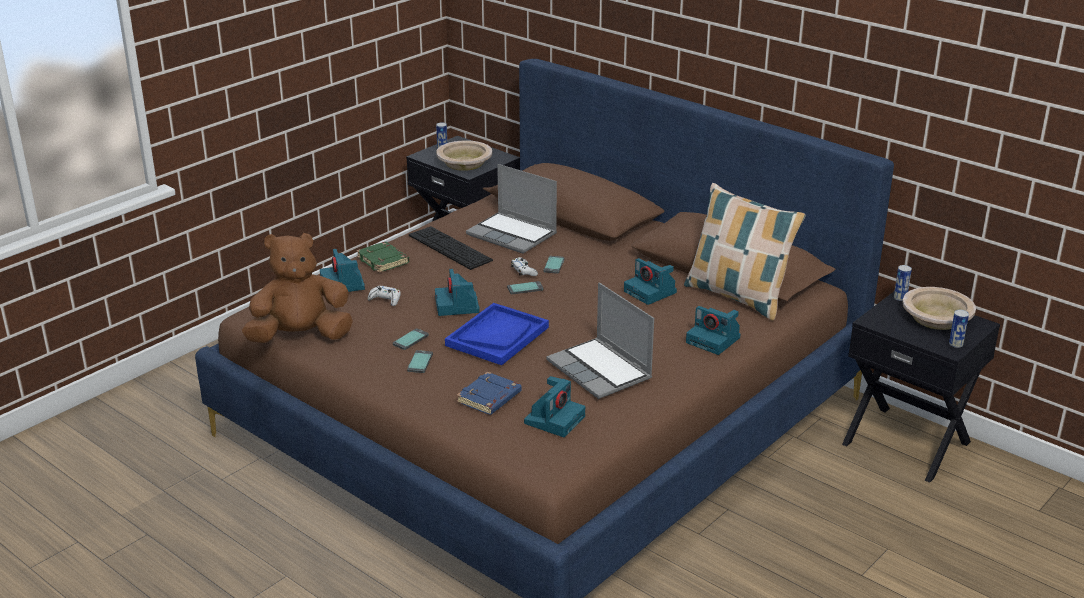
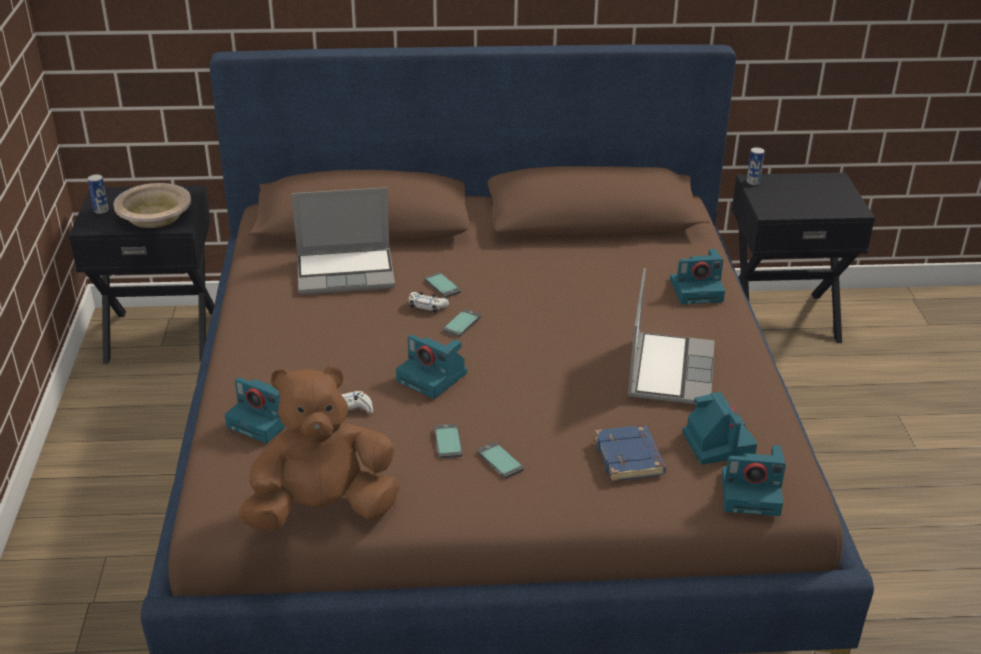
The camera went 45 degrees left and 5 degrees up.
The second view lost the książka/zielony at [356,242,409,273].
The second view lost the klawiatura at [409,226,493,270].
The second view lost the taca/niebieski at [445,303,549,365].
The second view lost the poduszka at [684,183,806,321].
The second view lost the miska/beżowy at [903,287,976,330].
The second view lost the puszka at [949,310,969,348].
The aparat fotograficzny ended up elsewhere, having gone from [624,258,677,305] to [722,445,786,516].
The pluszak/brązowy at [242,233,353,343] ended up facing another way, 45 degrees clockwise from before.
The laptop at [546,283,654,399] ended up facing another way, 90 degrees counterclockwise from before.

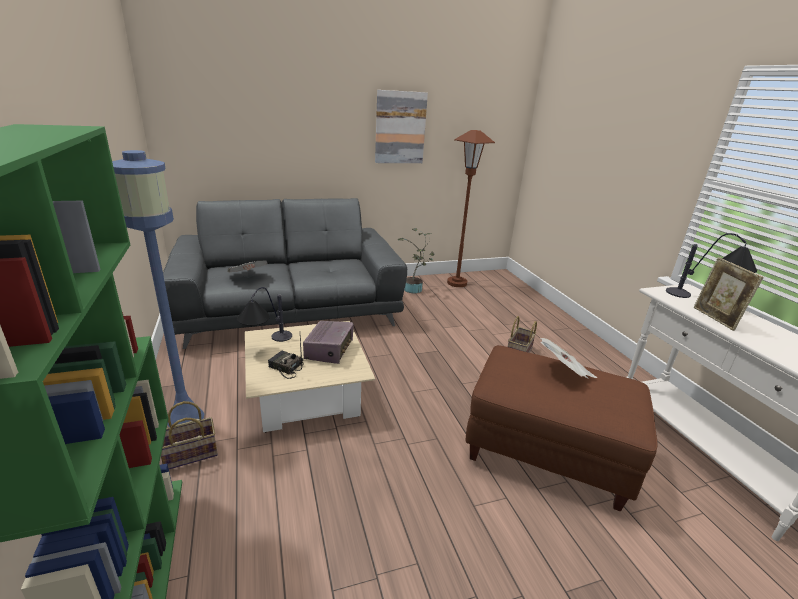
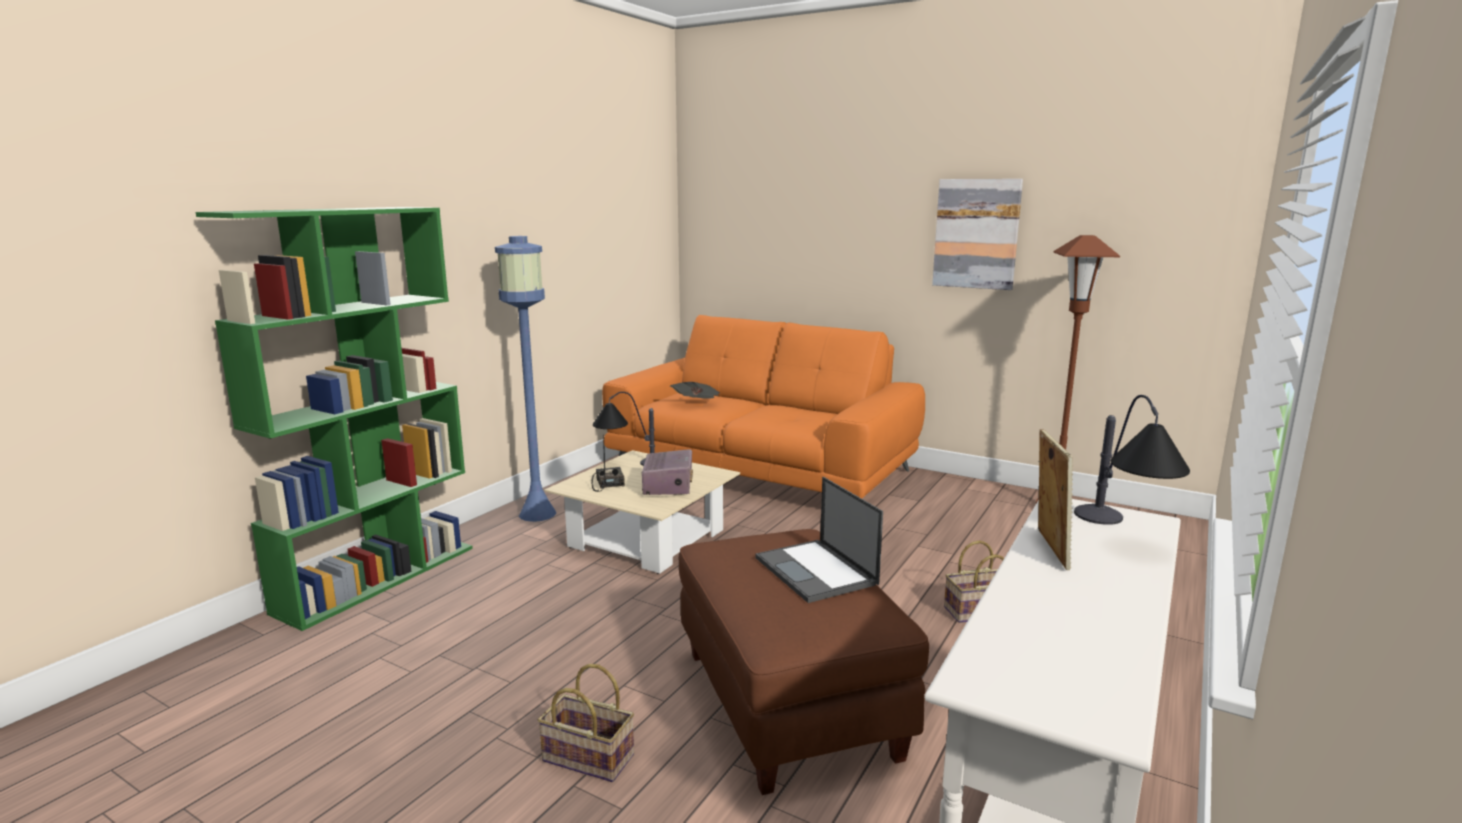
The camera went 50 degrees right and 10 degrees down.
The second view lost the roślina doniczkowa at [398,228,435,293].
The koszyk ended up elsewhere, having gone from [161,401,218,469] to [538,664,634,782].
Where the gazeta stood at [540,338,597,378], the laptop came to stand at [756,477,883,603].
What was the kanapa/szary at [163,198,407,349] turned into the kanapa/pomarańczowy at [602,315,925,498].
The radio at [303,321,354,364] ended up facing another way, 60 degrees counterclockwise from before.
The ramka na zdjęcie at [693,257,764,331] ended up facing another way, 150 degrees clockwise from before.

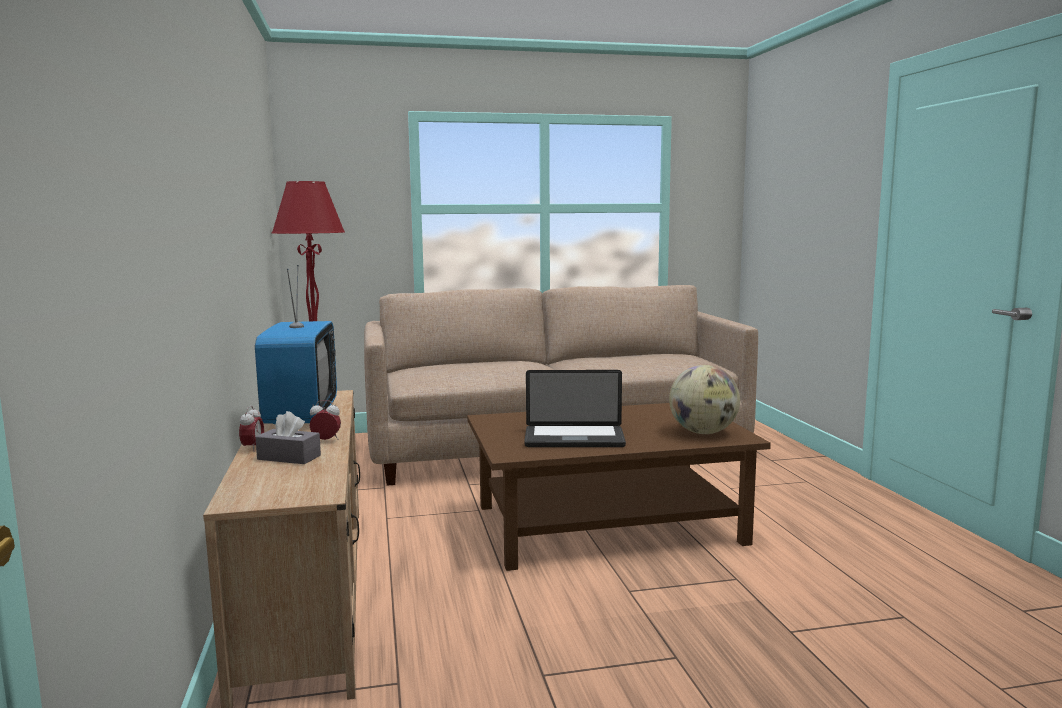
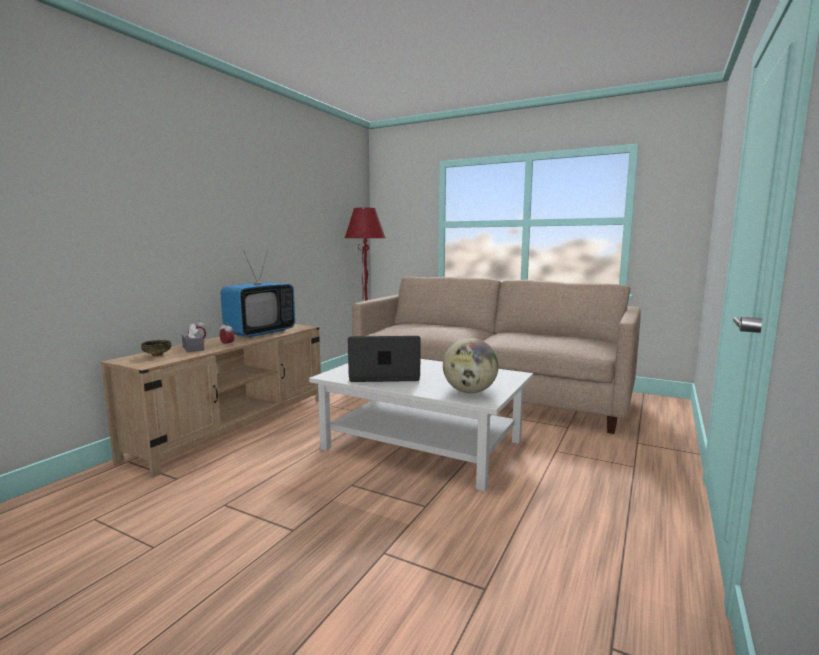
The camera went 40 degrees right and 0 degrees up.
The second view gained the miska at [141,340,171,356].
What was the ława/brązowy at [467,403,771,571] turned into the ława/biały at [309,359,533,491].
The laptop at [524,370,626,447] ended up facing another way, 135 degrees clockwise from before.

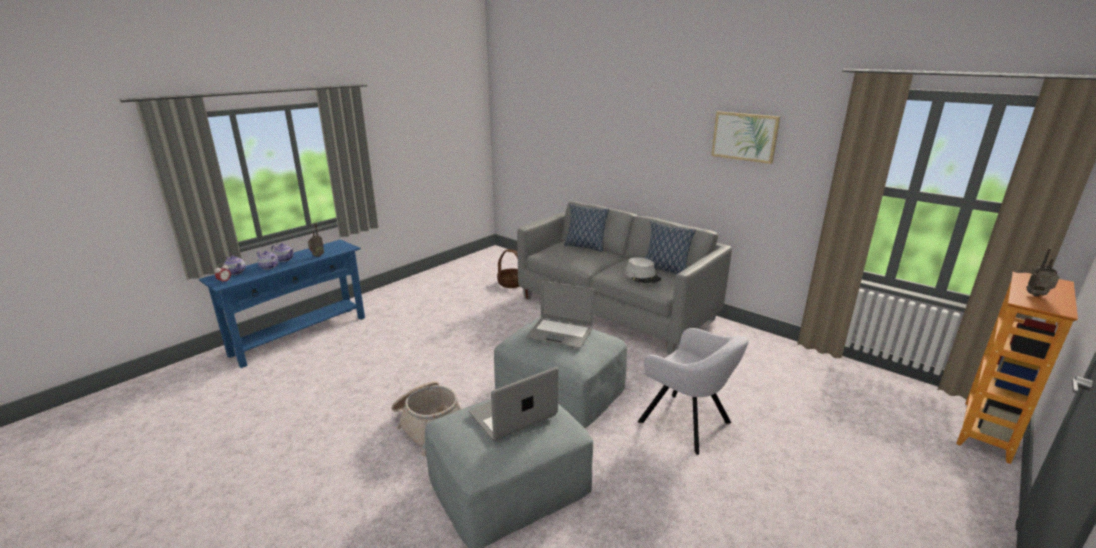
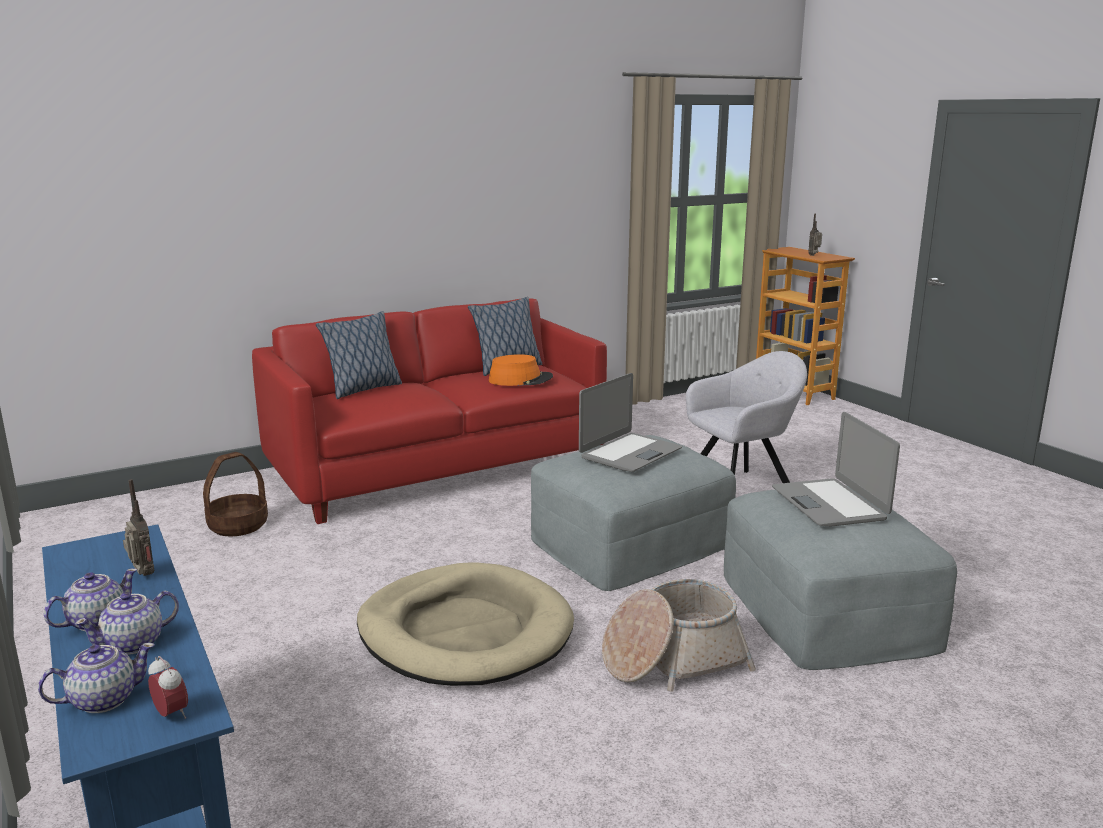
The camera went 70 degrees left and 5 degrees down.
The second view lost the obraz at [711,111,780,164].
The second view gained the legowisko/beżowy at [357,562,574,686].
What was the kanapa/szary at [517,201,732,354] turned into the kanapa/czerwony at [252,298,607,524].
What was the kapelusz/szary at [625,257,661,283] turned into the kapelusz/pomarańczowy at [489,354,553,386].

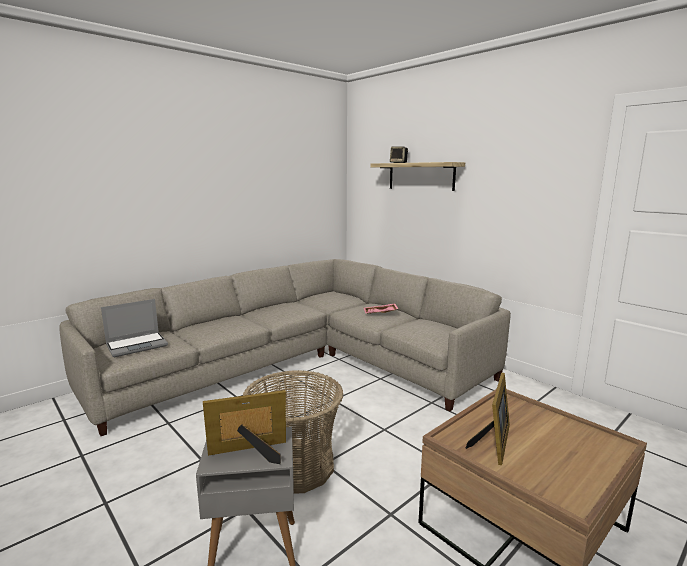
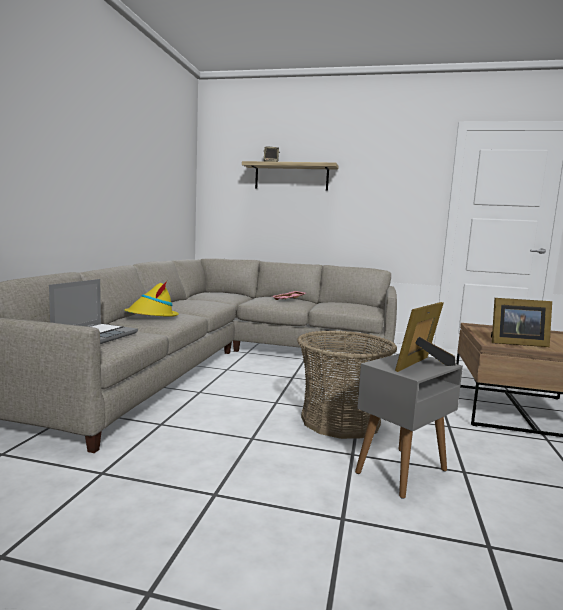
The camera went 35 degrees left and 5 degrees down.
The second view gained the kapelusz/żółty at [124,281,179,317].
The ramka na zdjęcie at [466,373,510,465] ended up facing another way, 105 degrees clockwise from before.

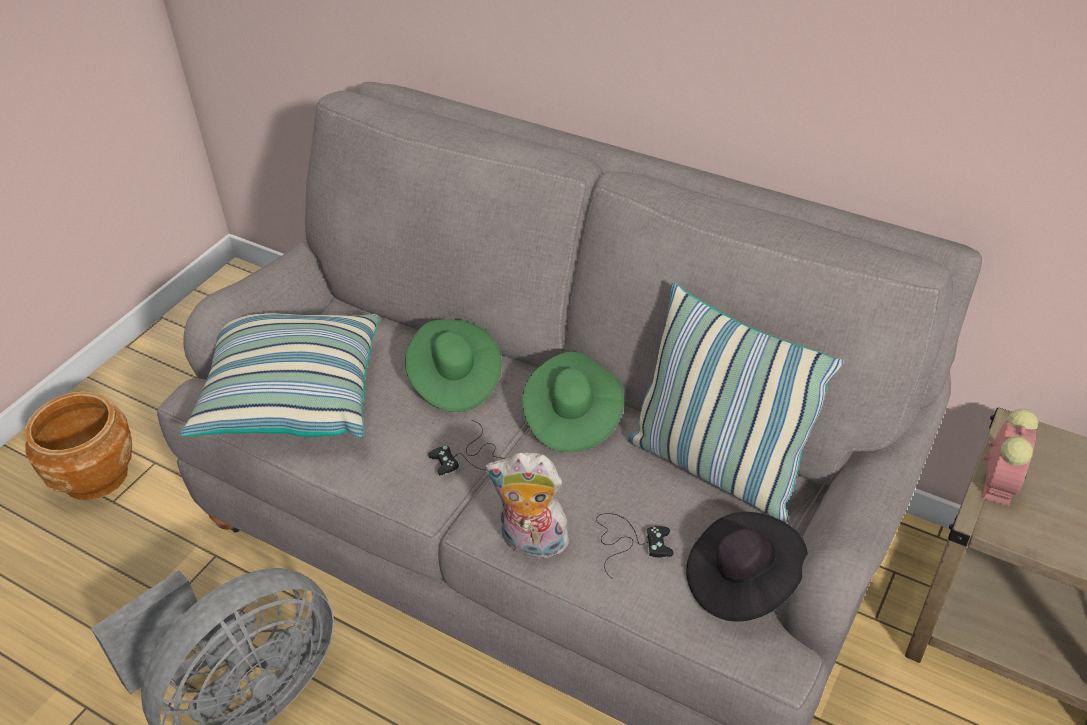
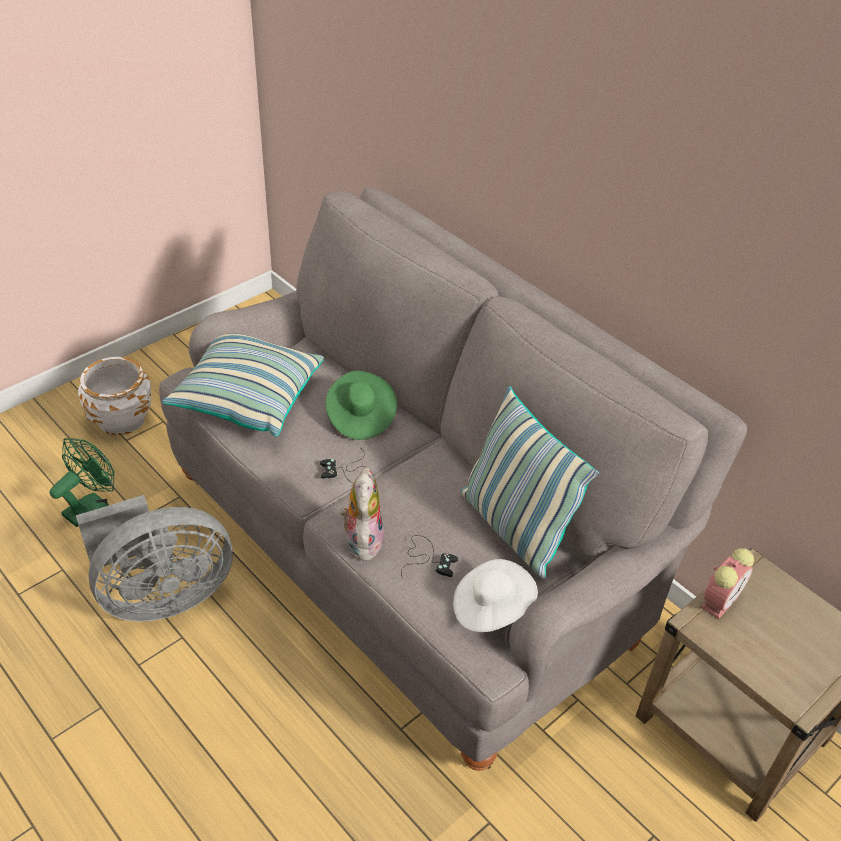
The camera went 15 degrees right and 0 degrees up.
The second view lost the kapelusz/zielony at [522,352,624,452].
The second view gained the wentylator/zielony at [50,438,115,527].
What was the donica/brązowy at [25,391,132,500] turned into the donica/biały at [78,357,151,435].
What was the kapelusz/czarny at [686,512,808,622] turned into the kapelusz/biały at [453,559,538,632].
The pluszak at [485,452,572,563] ended up facing another way, 60 degrees clockwise from before.

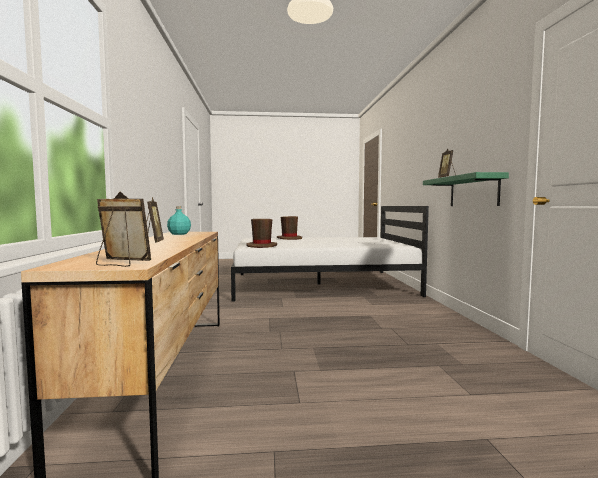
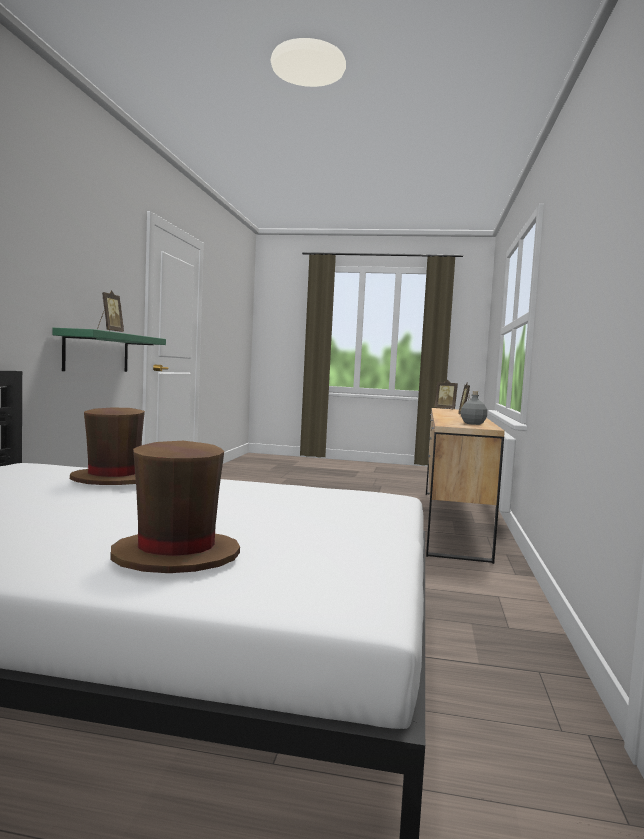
The camera went 165 degrees left and 0 degrees up.
The kapelusz/brązowy ended up elsewhere, having gone from [246,219,277,248] to [70,408,145,485].
What was the butelka/turkusowy at [167,206,191,235] turned into the butelka/szary at [461,391,487,425].

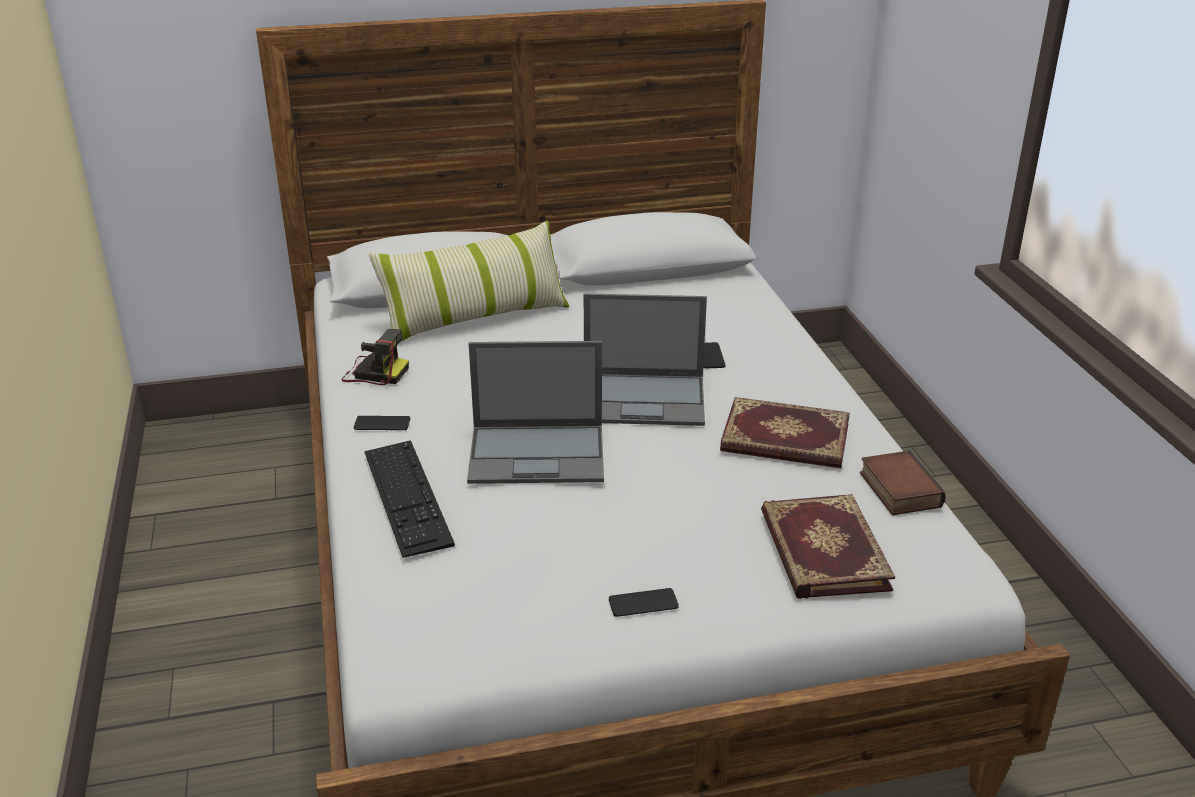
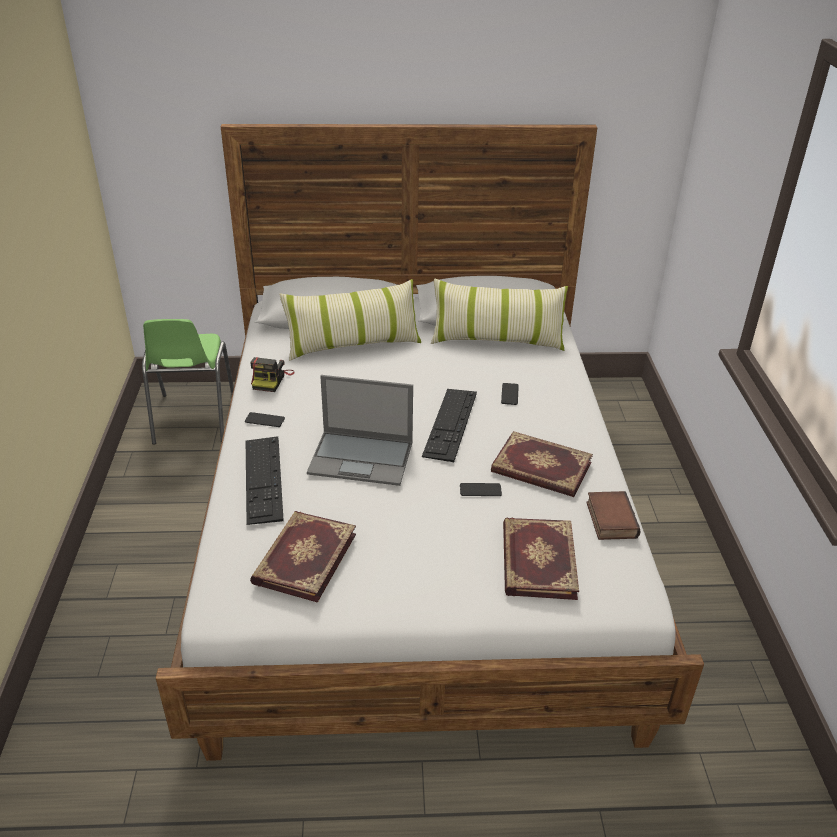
The camera went 10 degrees right and 5 degrees up.
The second view gained the krzesło/zielony at [142,319,234,445].
The second view gained the książka at [250,511,356,603].
The second view gained the poduszka at [431,278,568,351].
The telefon ended up elsewhere, having gone from [609,588,679,617] to [460,483,502,496].
Where the laptop stood at [584,293,707,426], the klawiatura came to stand at [422,389,477,462].
The aparat fotograficzny at [342,329,409,385] ended up facing another way, 75 degrees clockwise from before.

